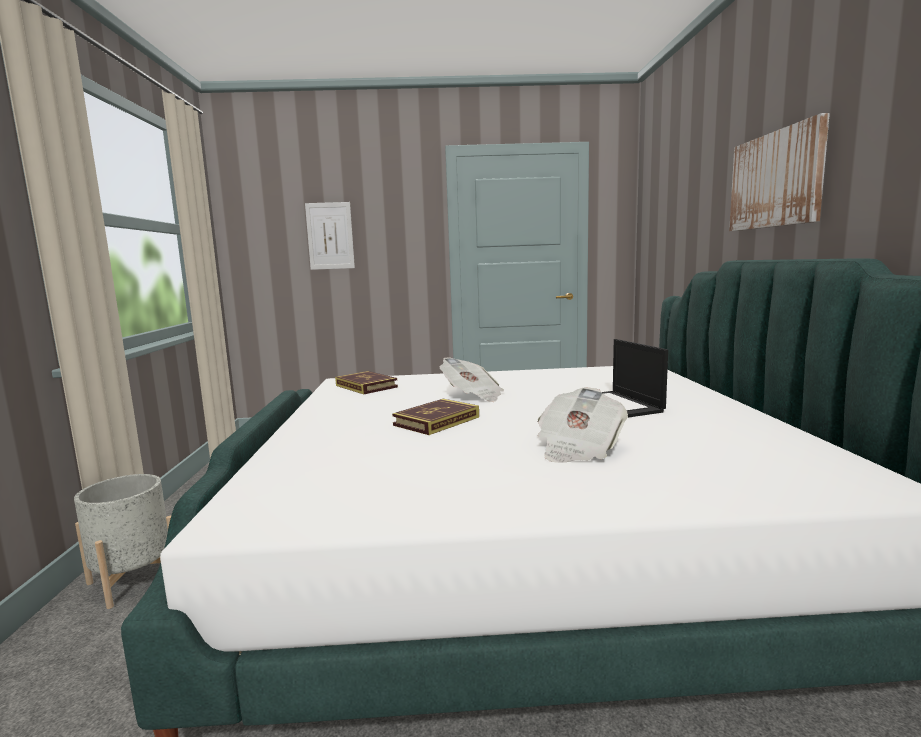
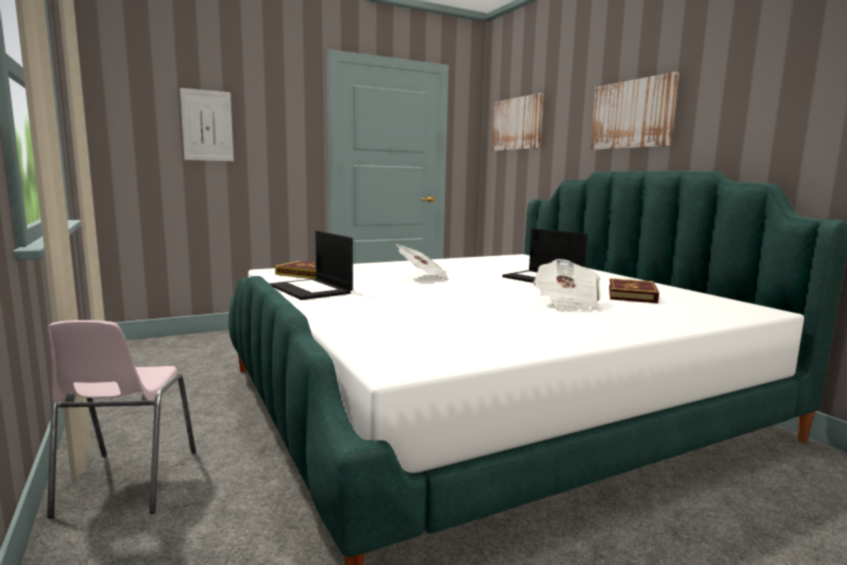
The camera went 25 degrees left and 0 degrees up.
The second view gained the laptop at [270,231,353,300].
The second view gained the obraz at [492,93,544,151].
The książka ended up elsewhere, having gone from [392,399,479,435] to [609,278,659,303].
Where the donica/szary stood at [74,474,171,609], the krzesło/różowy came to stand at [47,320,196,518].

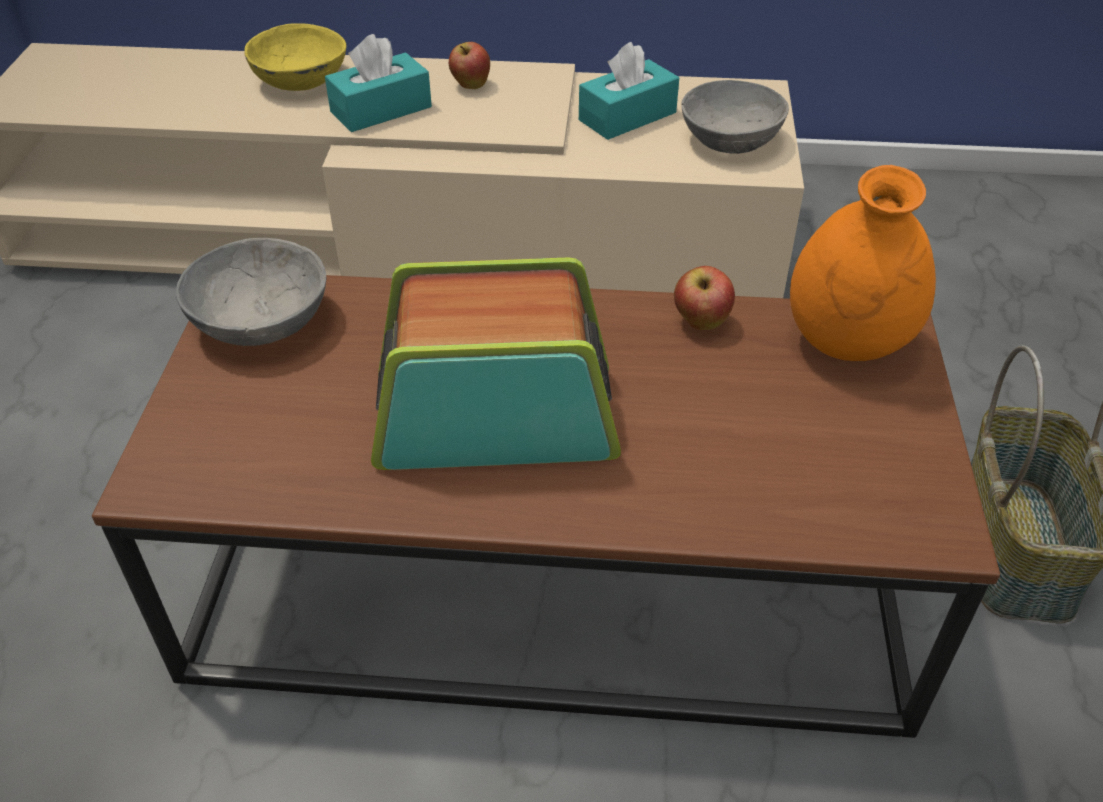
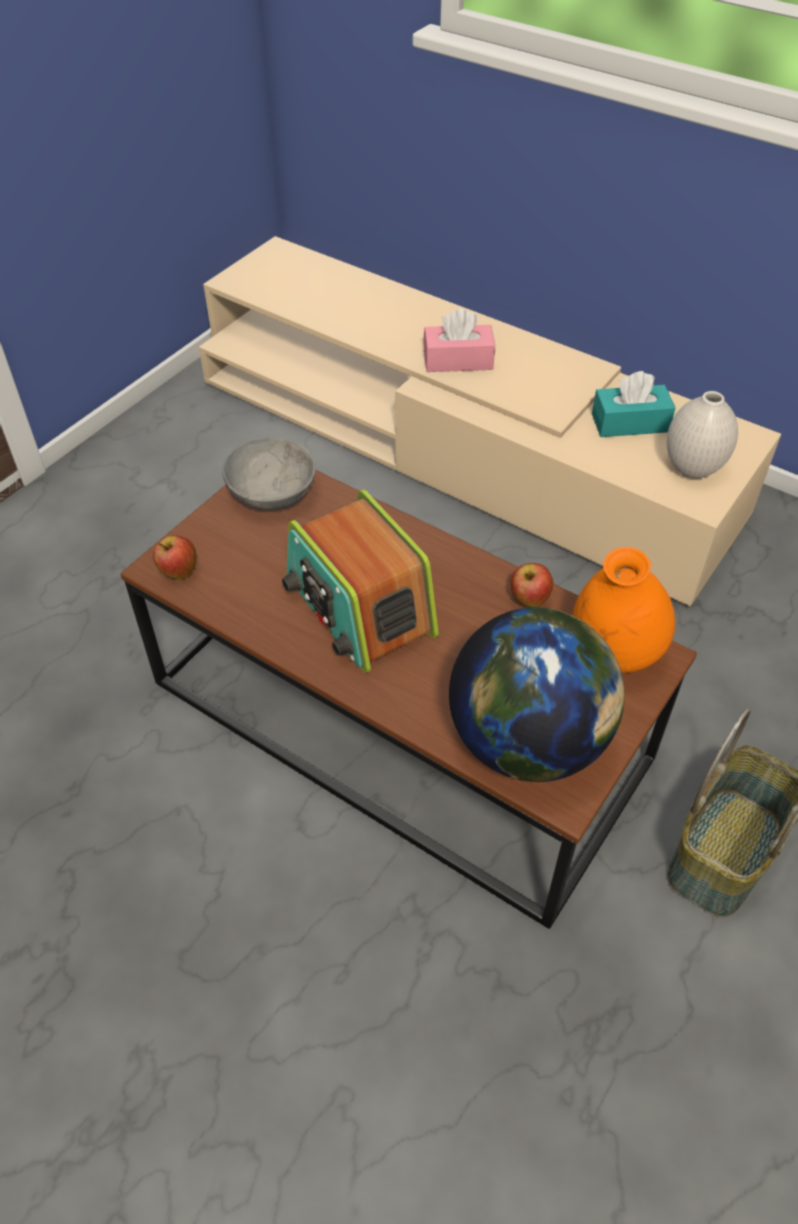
The camera went 30 degrees right and 5 degrees up.
The second view lost the miska/żółty at [244,23,346,91].
The second view gained the globus at [449,607,625,782].
The jabłko ended up elsewhere, having gone from [449,42,490,89] to [153,535,196,579].
Where the miska/szary stood at [681,80,789,154], the wazon/biały came to stand at [667,391,738,479].
What was the pudełko chusteczek/turkusowy at [325,34,432,132] turned into the pudełko chusteczek/różowy at [423,309,495,372].
The radio at [371,257,621,470] ended up facing another way, 150 degrees counterclockwise from before.

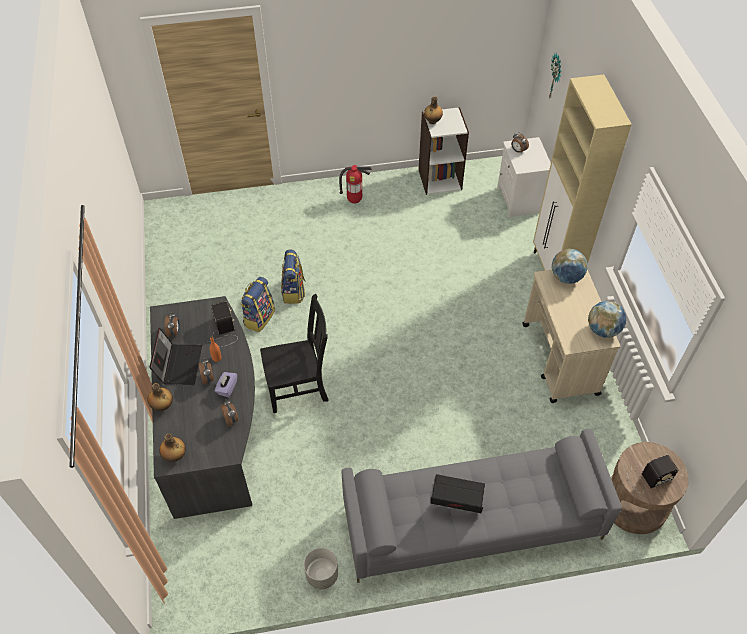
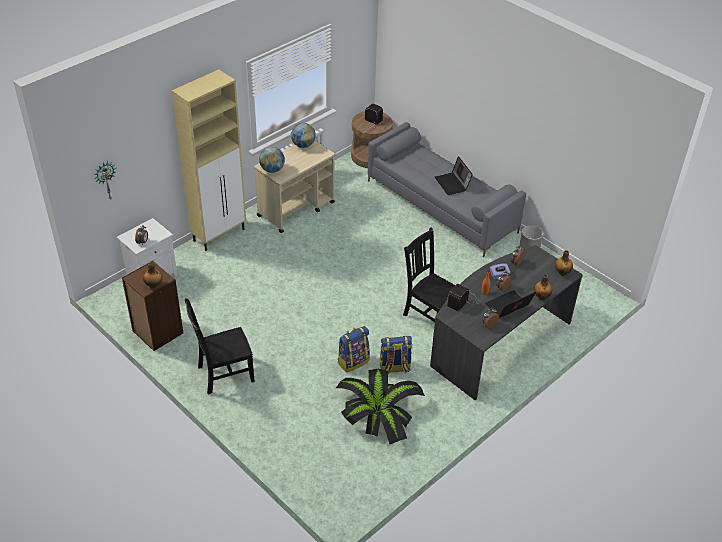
The camera went 125 degrees left and 10 degrees down.
The second view gained the roślina doniczkowa at [336,369,425,444].
Where the gaśnica stood at [339,165,372,203], the krzesło/czarny came to stand at [185,298,255,395].
What was the regał/biały at [418,107,469,195] turned into the regał/brązowy at [122,261,183,351].

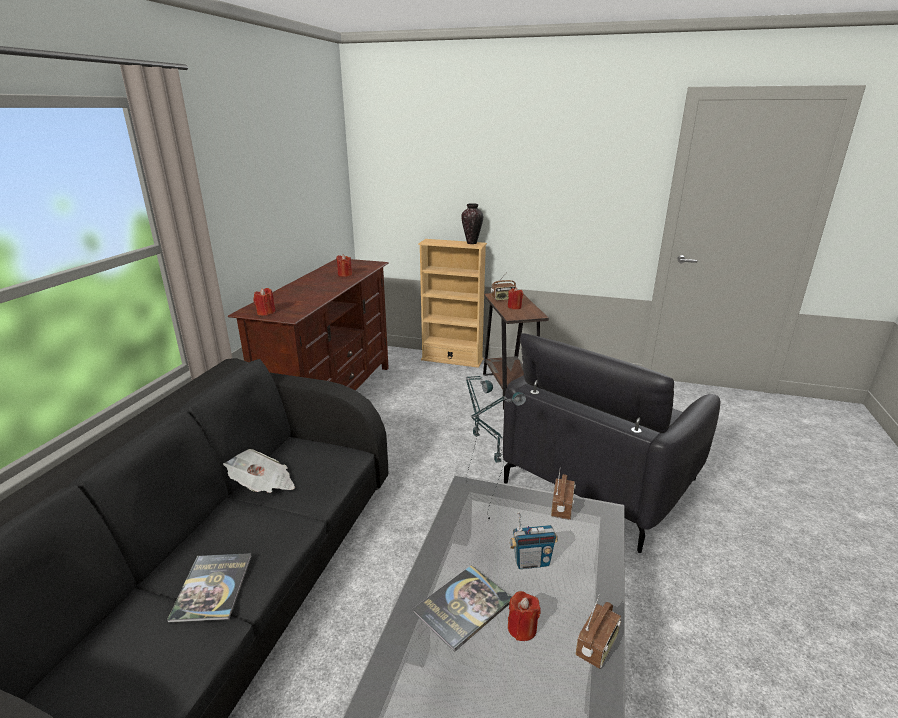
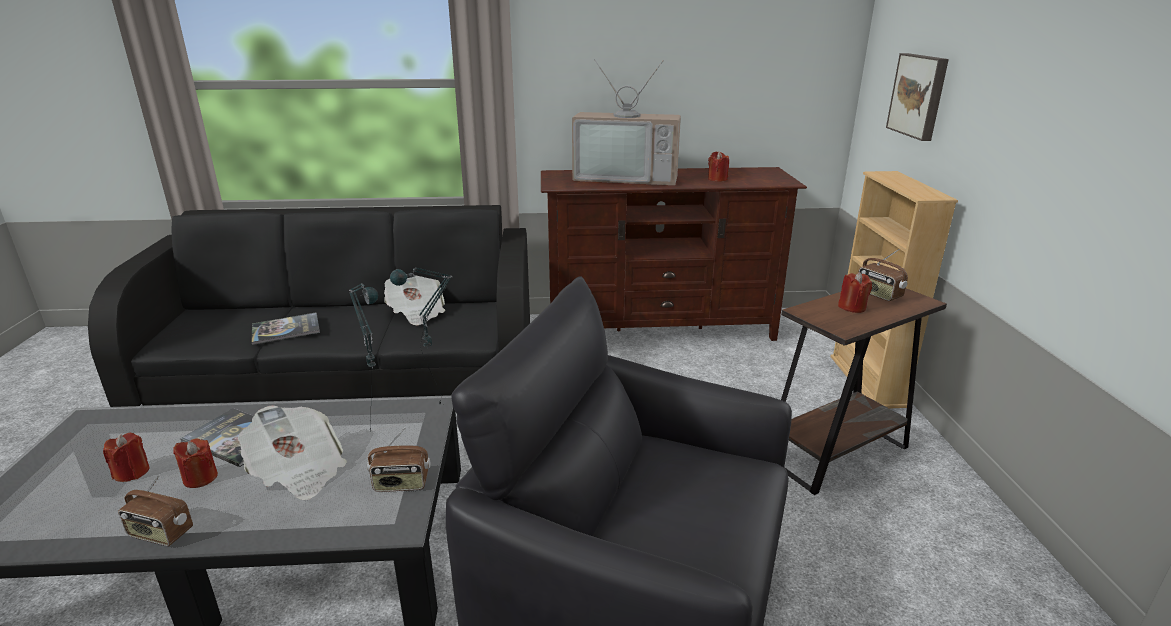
The camera went 70 degrees right and 0 degrees up.
The second view lost the wazon at [461,203,483,244].
The second view gained the telewizor at [572,59,681,185].
The second view gained the obraz at [886,53,949,141].
The świeca/czerwony ended up elsewhere, having gone from [254,288,276,315] to [103,433,150,482].
Where the radio stood at [510,512,558,569], the gazeta came to stand at [238,405,347,500].

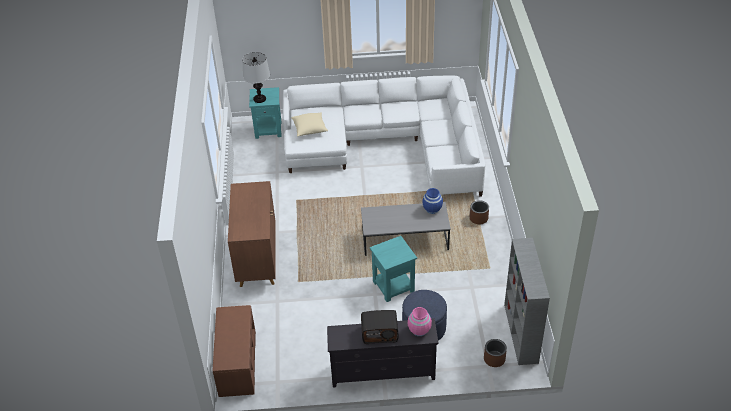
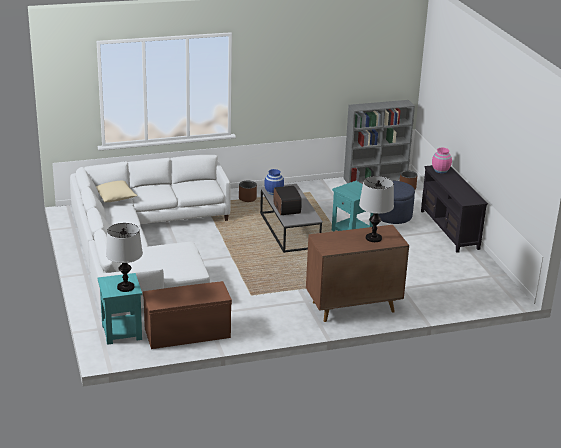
The camera went 105 degrees left and 15 degrees down.
The second view gained the lampa stołowa at [359,176,394,242].
The ławka/brązowy ended up elsewhere, having gone from [213,305,256,397] to [143,281,232,349].
The poduszka/beżowy ended up elsewhere, having gone from [291,113,328,136] to [96,181,137,202].
The radio ended up elsewhere, having gone from [361,310,399,344] to [274,186,302,215].

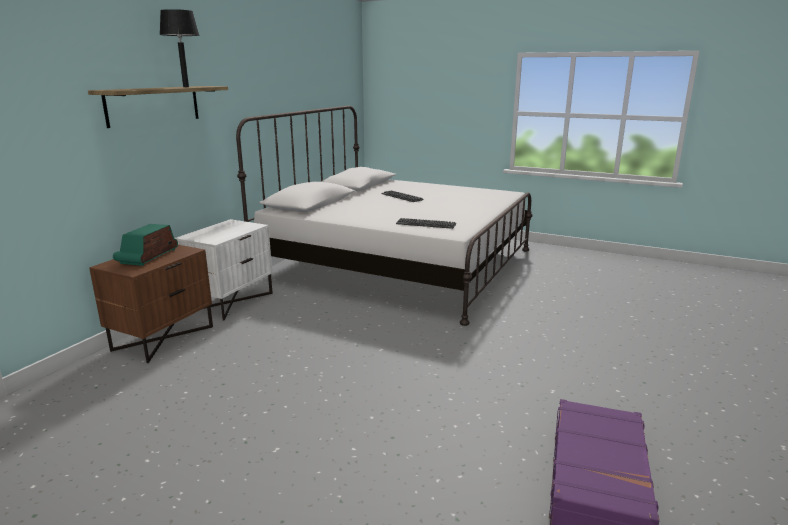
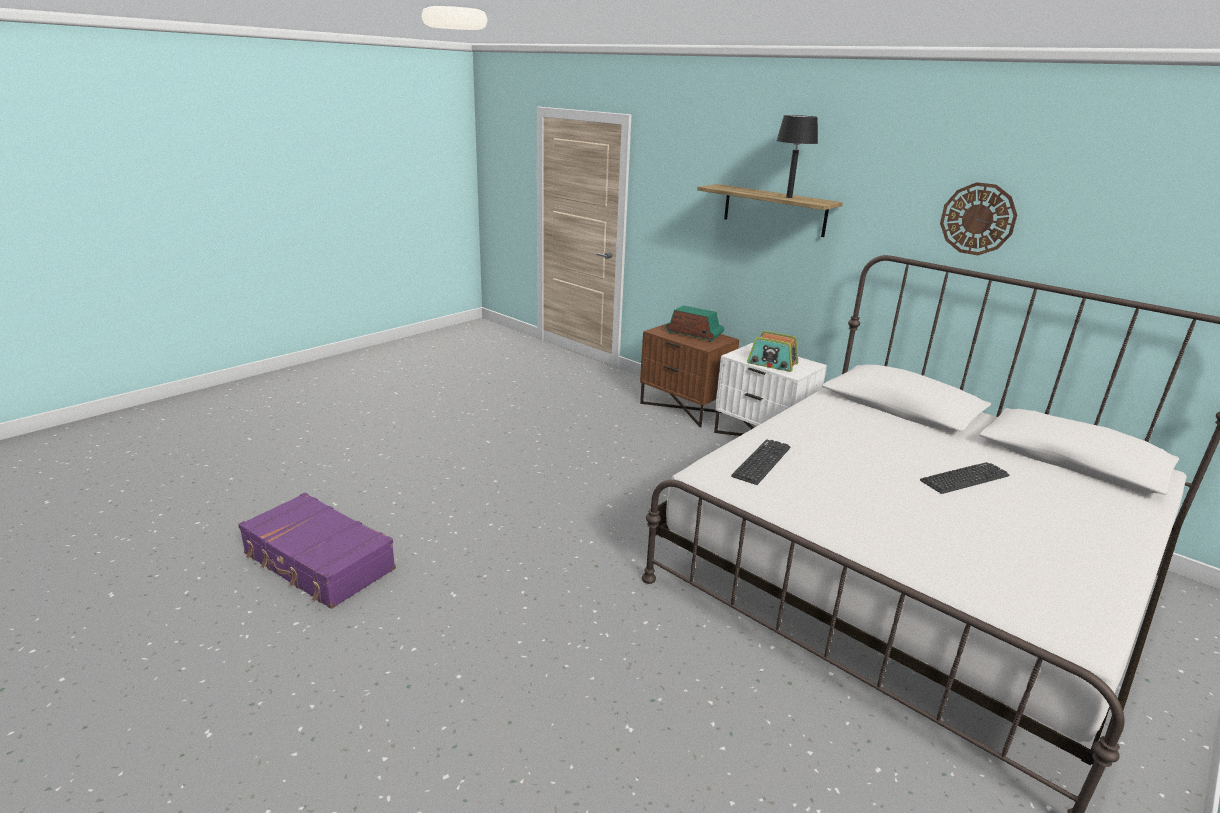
The camera went 105 degrees right and 5 degrees up.
The second view gained the radio at [747,331,798,372].
The second view gained the zegar ścienny at [940,182,1017,255].

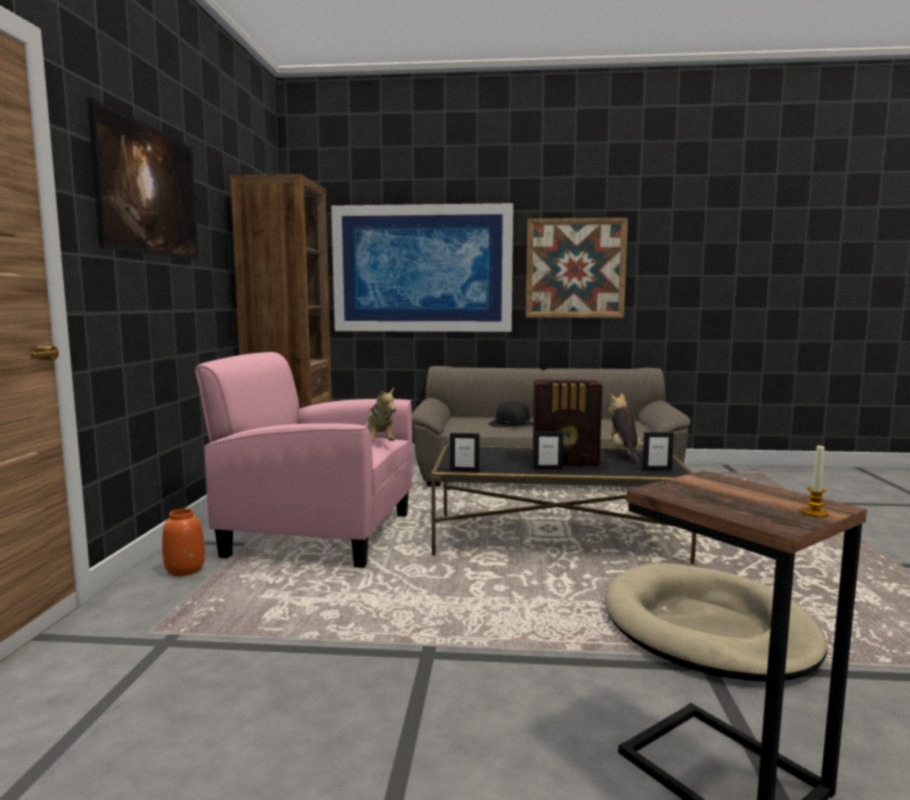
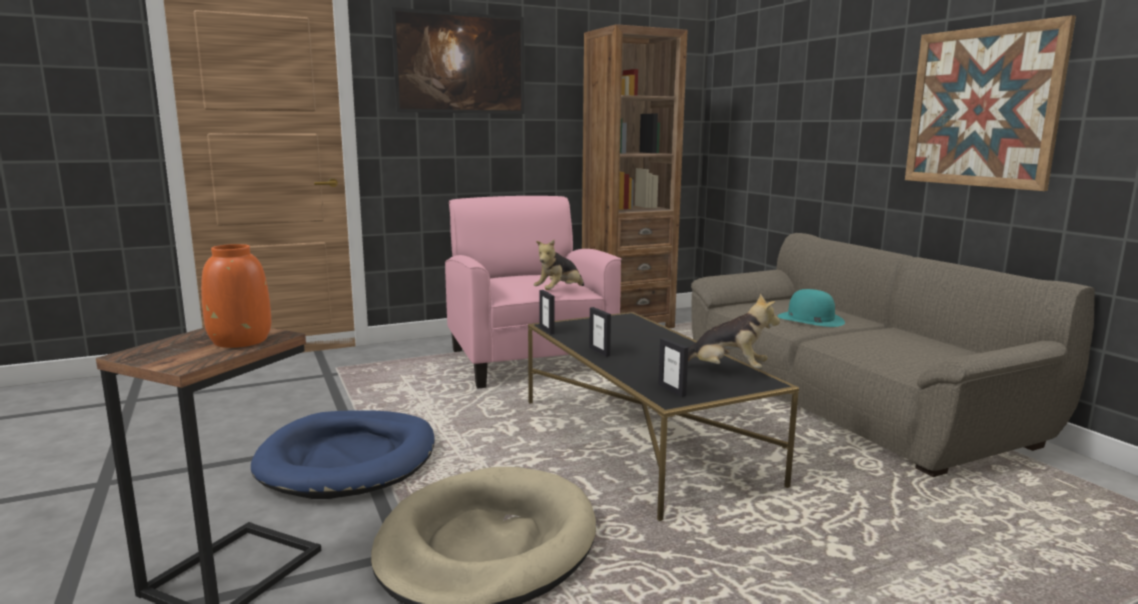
The camera went 60 degrees right and 5 degrees up.
The second view lost the obraz at [331,203,513,332].
The second view lost the radio at [533,379,602,466].
The second view lost the świeca at [801,445,829,517].
The second view gained the legowisko/niebieski at [251,410,435,499].
The wazon/pomarańczowy ended up elsewhere, having gone from [162,508,205,576] to [201,244,271,348].
What was the kapelusz/czarny at [488,402,533,428] turned into the kapelusz/turkusowy at [778,289,845,327].
The pluszak at [608,394,643,464] ended up facing another way, 45 degrees clockwise from before.

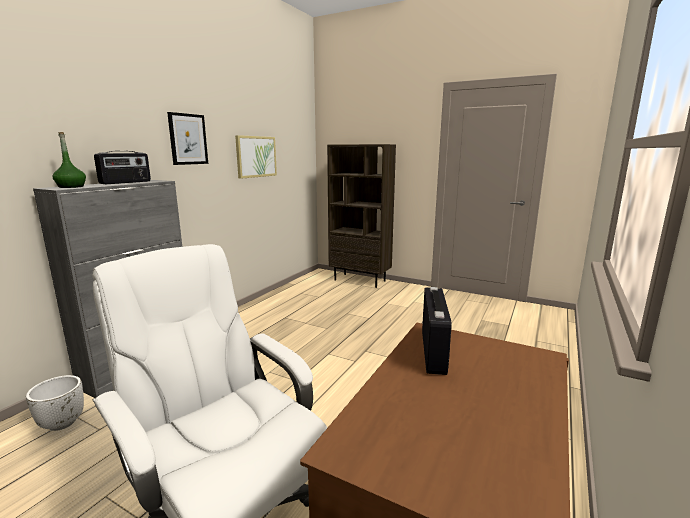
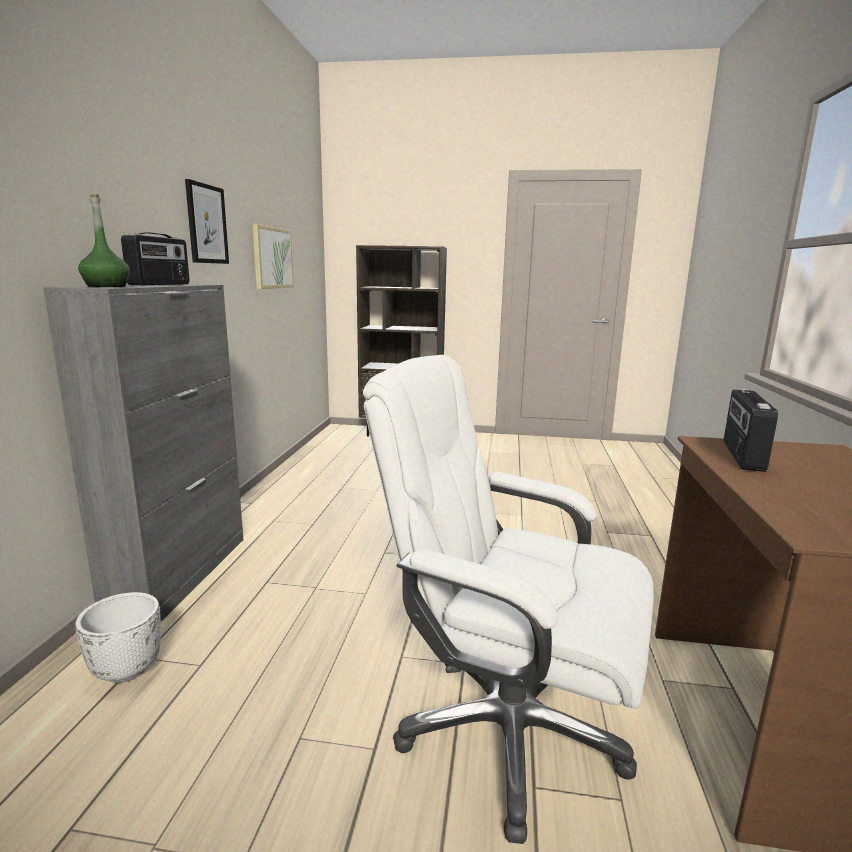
The camera went 20 degrees left and 0 degrees up.
The radio at [422,287,452,375] ended up facing another way, 150 degrees counterclockwise from before.

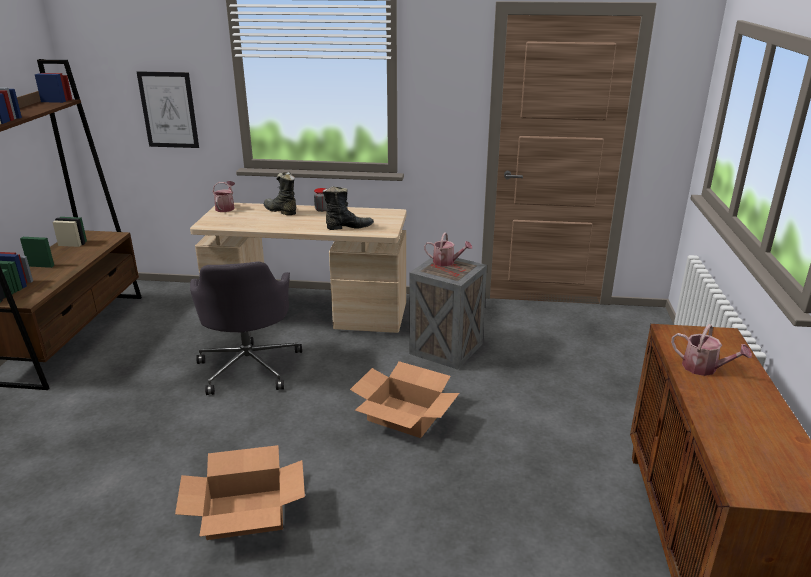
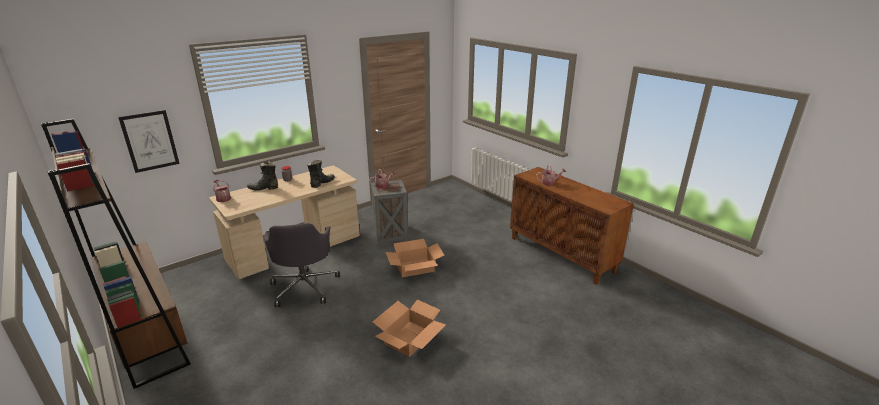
The camera went 45 degrees left and 0 degrees up.
The krzesło biurowe/szary at [190,261,302,395] ended up facing another way, 45 degrees clockwise from before.

